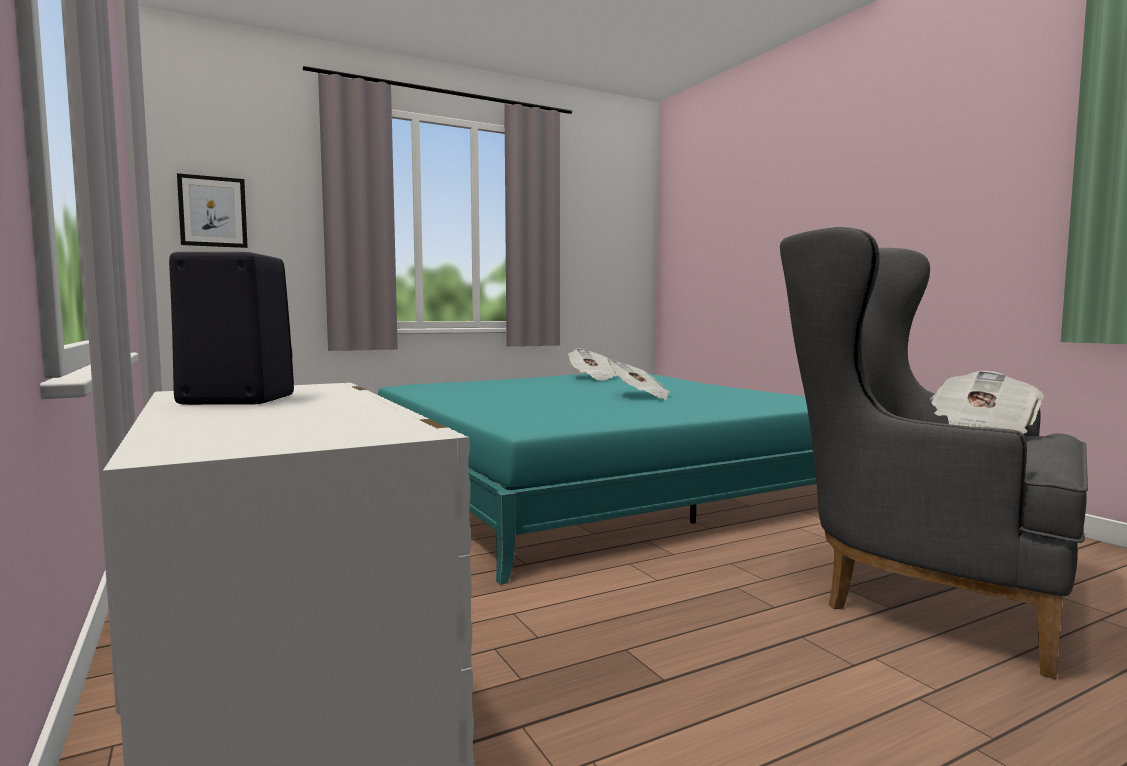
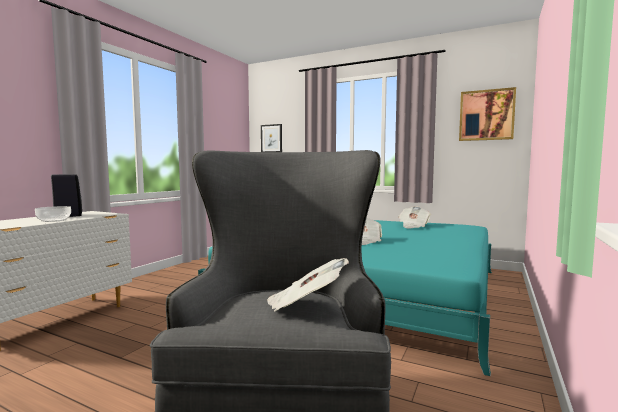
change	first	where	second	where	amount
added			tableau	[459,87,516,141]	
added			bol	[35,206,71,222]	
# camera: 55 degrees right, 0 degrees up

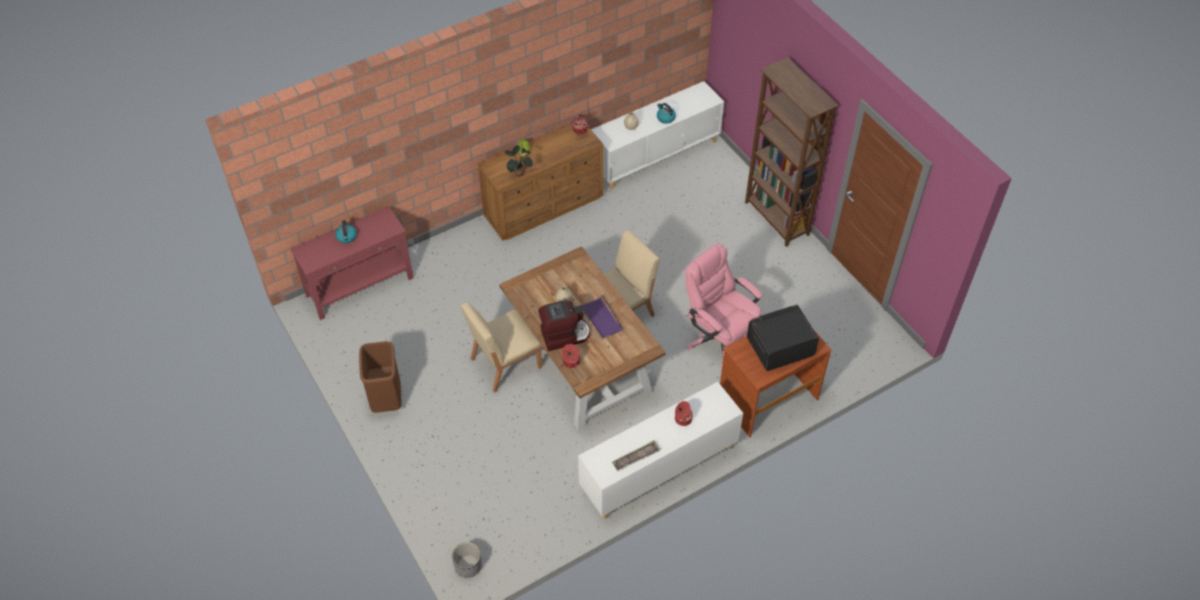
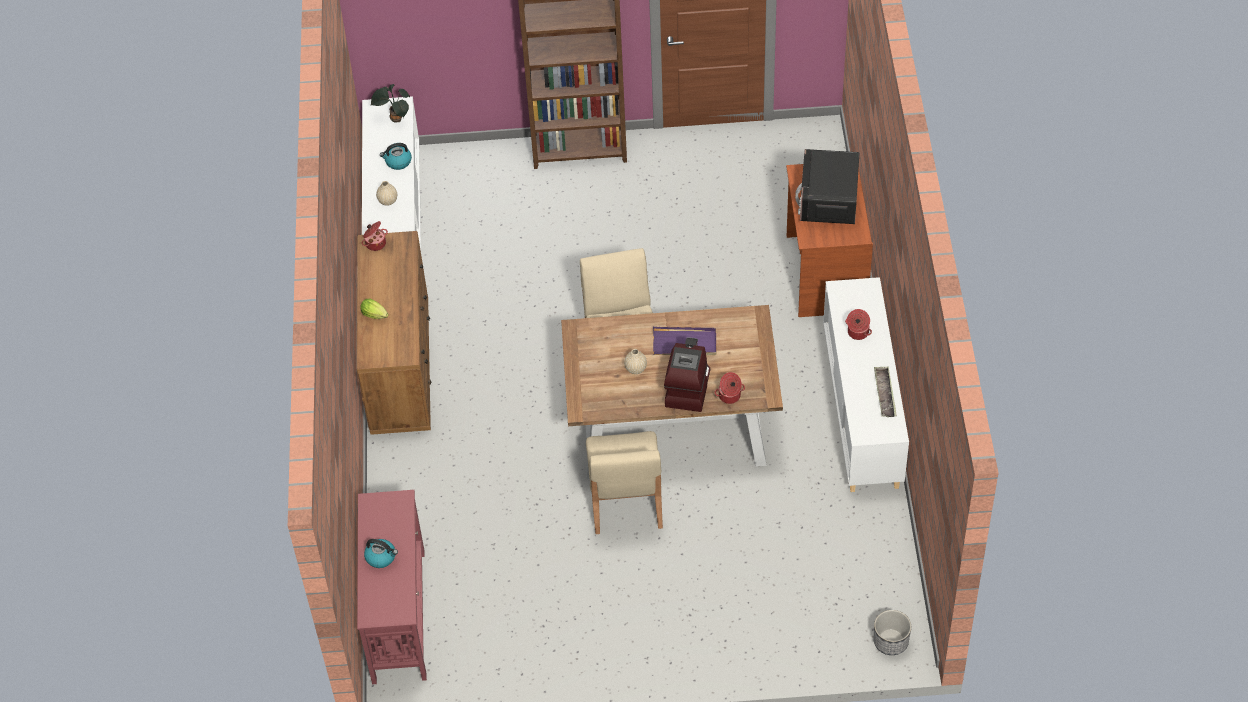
change	first	where	second	where	amount
moved	plante en pot	[505,145,533,177]		[371,84,410,123]	
removed	chaise de bureau (rose)	[685,243,763,367]			
removed	poubelle (marron)	[359,341,401,413]			
# camera: 60 degrees left, 0 degrees up

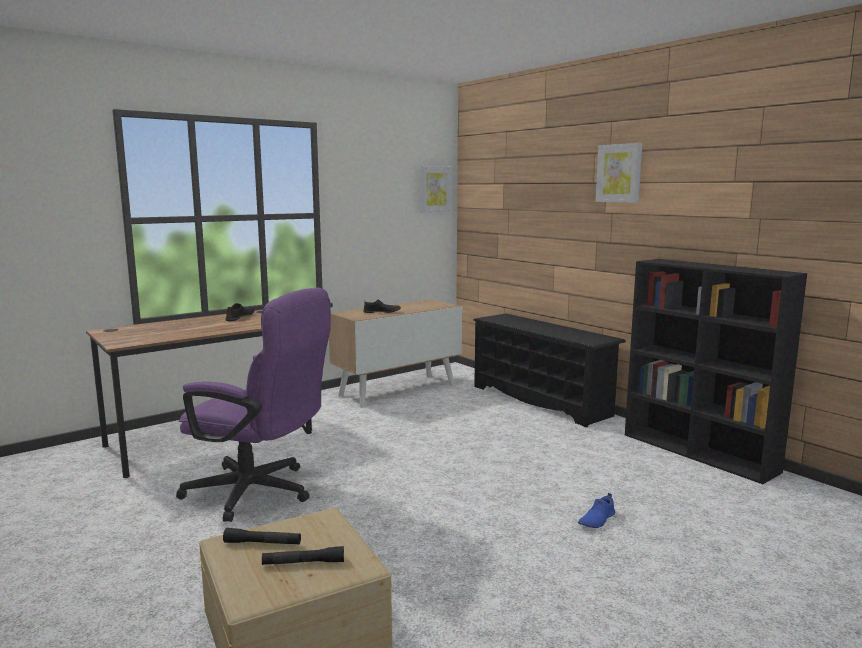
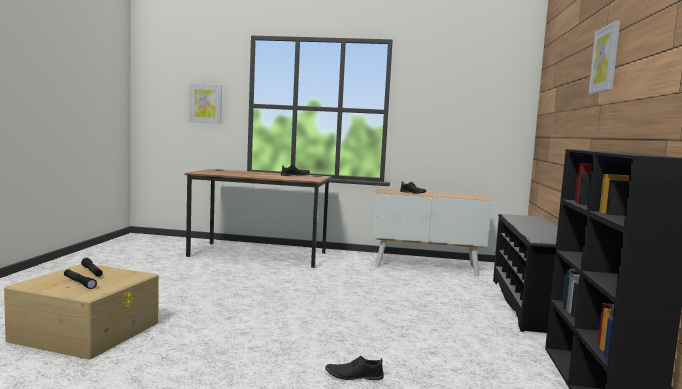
change	first	where	second	where	amount
moved	tableau	[419,166,452,212]		[189,84,222,124]	
removed	chaise de bureau (violet)	[176,288,331,522]			
recoloured	chaussure (bleu)	[578,493,615,528]	chaussure (noir)	[325,356,384,380]	
# camera: 45 degrees right, 5 degrees down

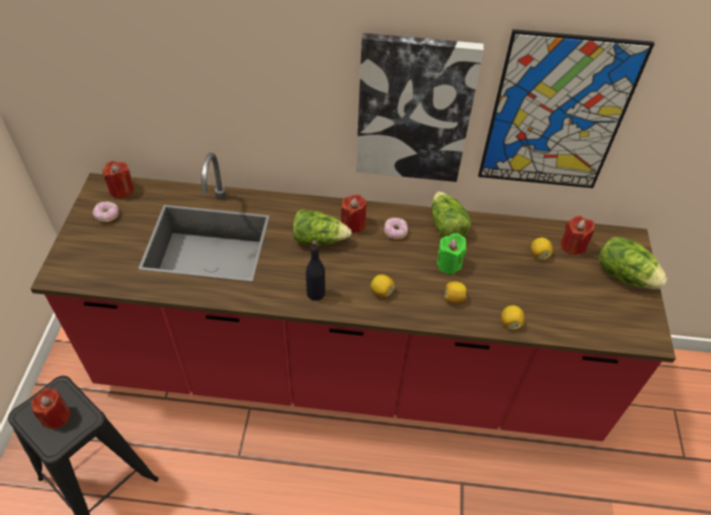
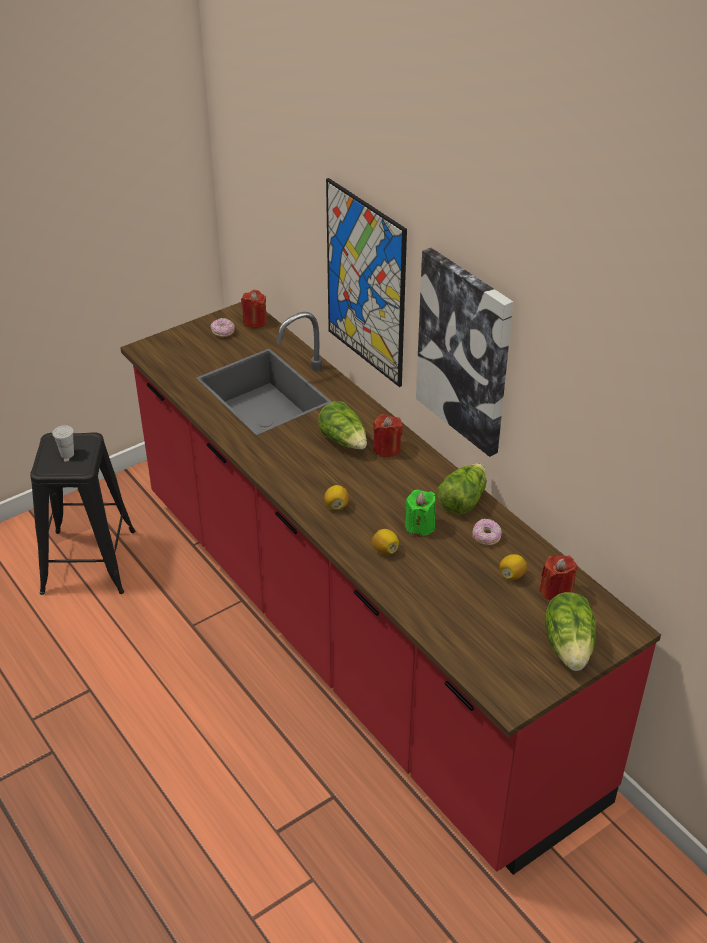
change	first	where	second	where	amount
moved	tableau	[478,29,654,188]		[326,178,407,387]	
moved	beignet	[384,218,408,239]		[472,519,502,545]	
removed	bouteille (noir)	[305,240,325,301]			
removed	citron	[501,305,525,330]			
replaced	bougie (rouge)	[31,388,70,429]	tasse (blanc)	[52,425,74,459]	
# camera: 50 degrees right, 10 degrees down

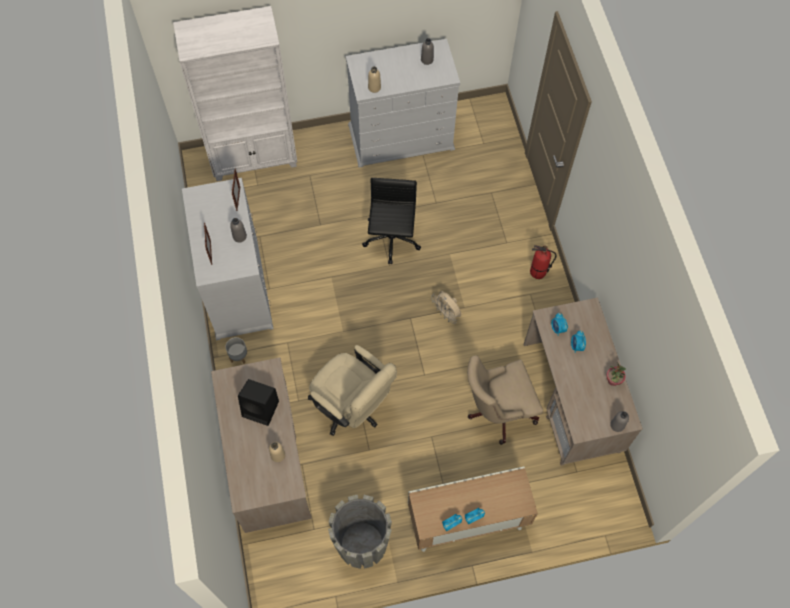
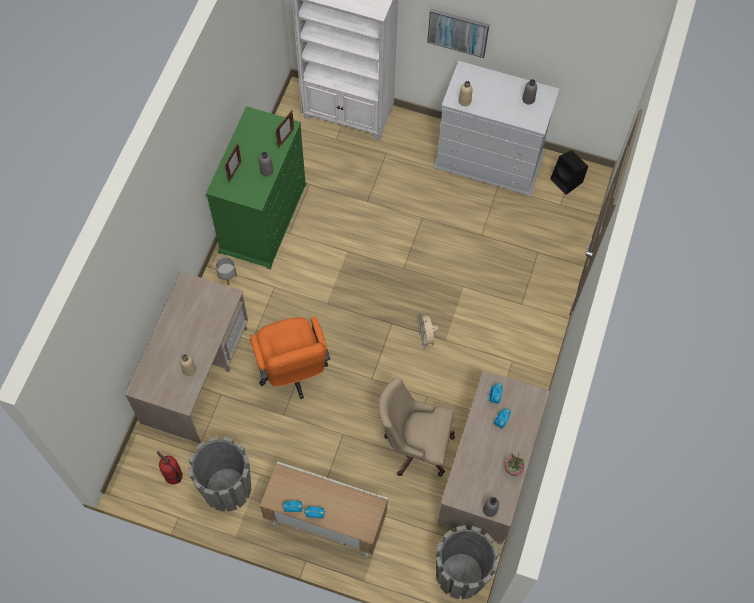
change	first	where	second	where	amount
recoloured	commode (blanc)	[182,178,274,340]	commode (vert)	[206,106,307,269]	
removed	chaise de bureau (noir)	[362,178,421,264]			
moved	extincteur	[530,245,557,279]		[157,451,183,485]	
recoloured	chaise de bureau (beige)	[308,345,397,436]	chaise de bureau (orange)	[250,316,330,399]	
moved	enceinte (noir)	[238,379,279,426]		[550,151,588,195]	
added			tableau	[427,9,489,58]	
added			cache-pot (gris)	[436,525,499,600]	
# camera: 30 degrees right, 0 degrees up

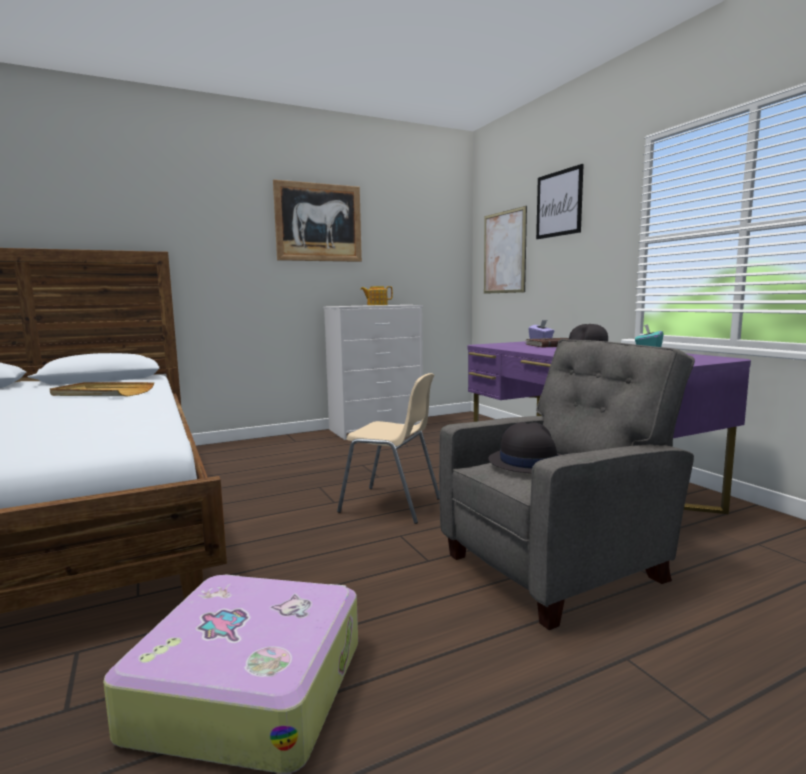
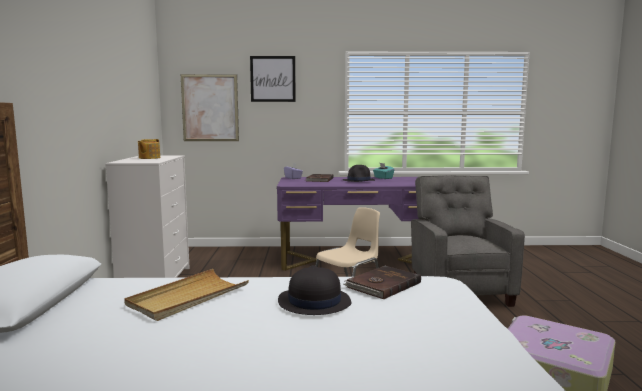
change	first	where	second	where	amount
removed	tableau	[273,180,362,262]			
moved	chapeau (noir)	[488,422,562,473]		[278,265,351,315]	
added			livre (marron)	[343,266,421,300]	
# camera: 65 degrees left, 0 degrees up

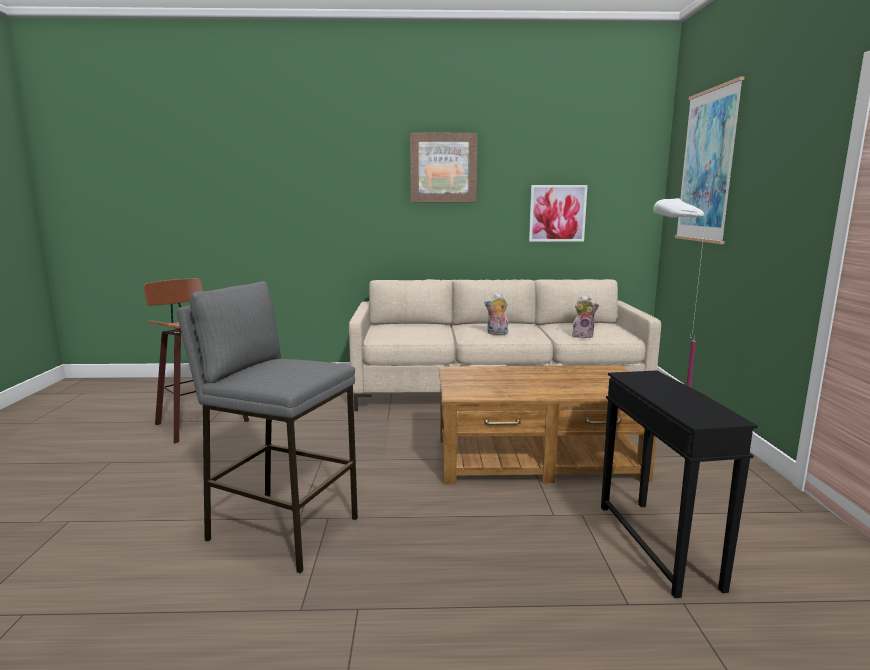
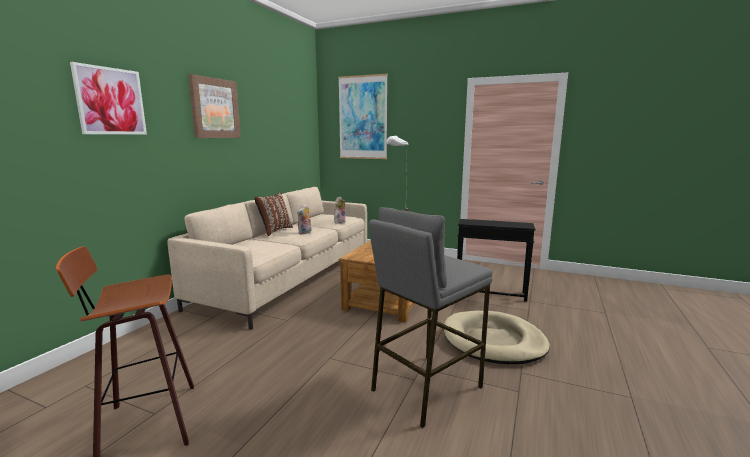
change	first	where	second	where	amount
moved	tableau	[529,185,588,242]		[70,62,147,134]	
added			coussin (marron)	[254,192,293,236]	
added			panier pour chien (beige)	[444,311,550,364]	
# camera: 65 degrees left, 0 degrees up

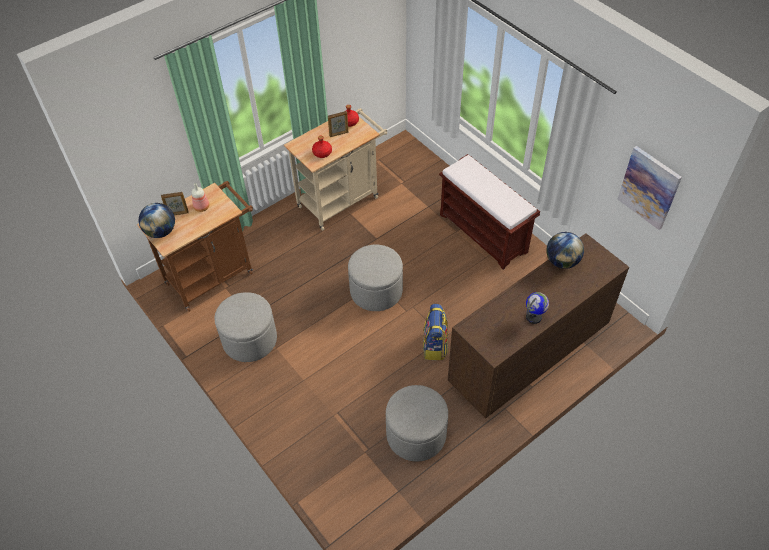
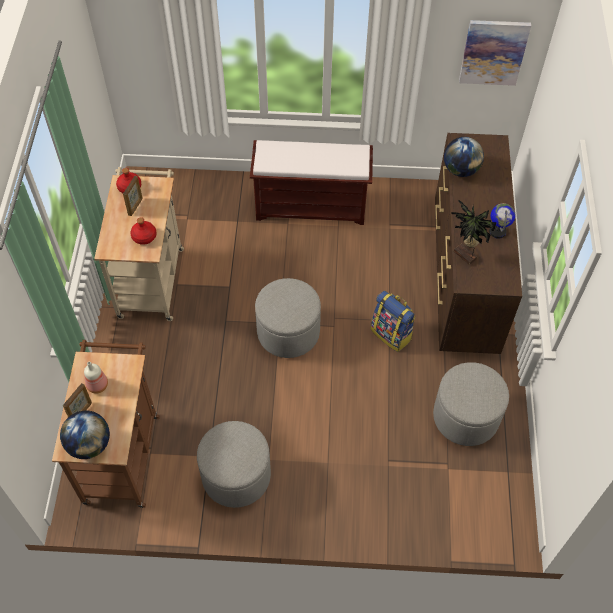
change	first	where	second	where	amount
added			plante en pot	[451,199,497,265]	
# camera: 50 degrees left, 5 degrees up

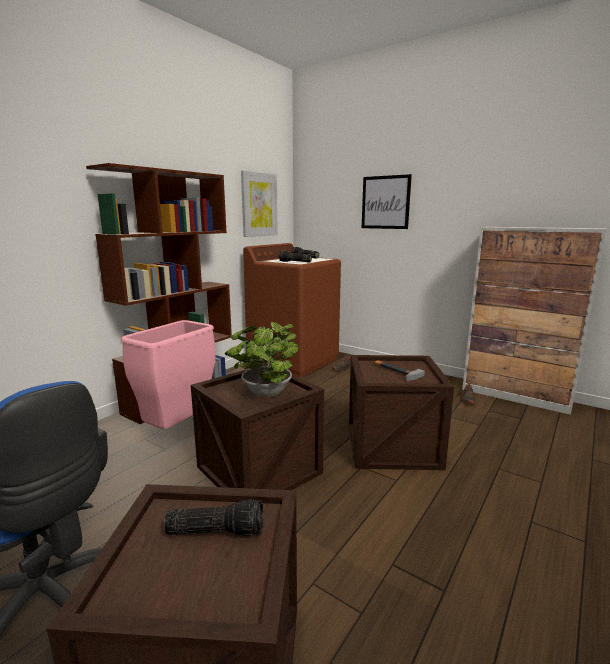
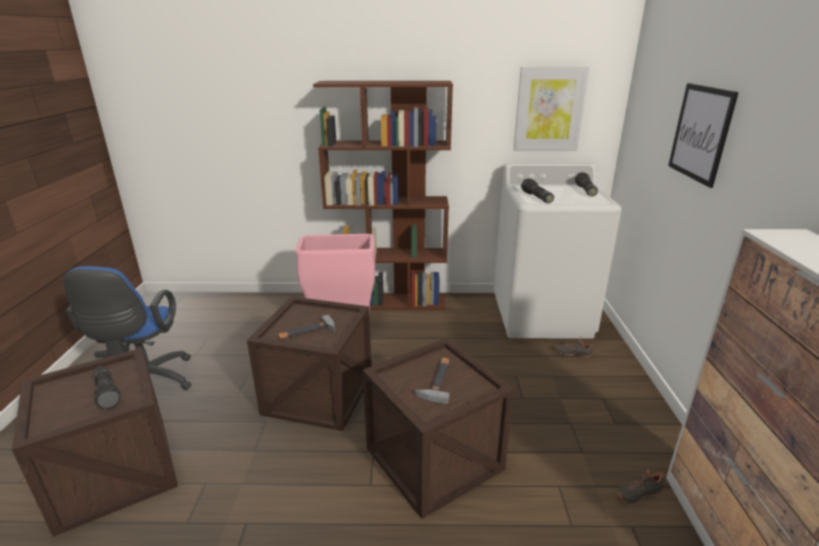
change	first	where	second	where	amount
recoloured	lave-linge (marron)	[243,243,341,377]	lave-linge (blanc)	[494,163,622,339]	
replaced	plante en pot	[225,322,298,397]	marteau	[278,315,335,339]	
# camera: 55 degrees right, 10 degrees up

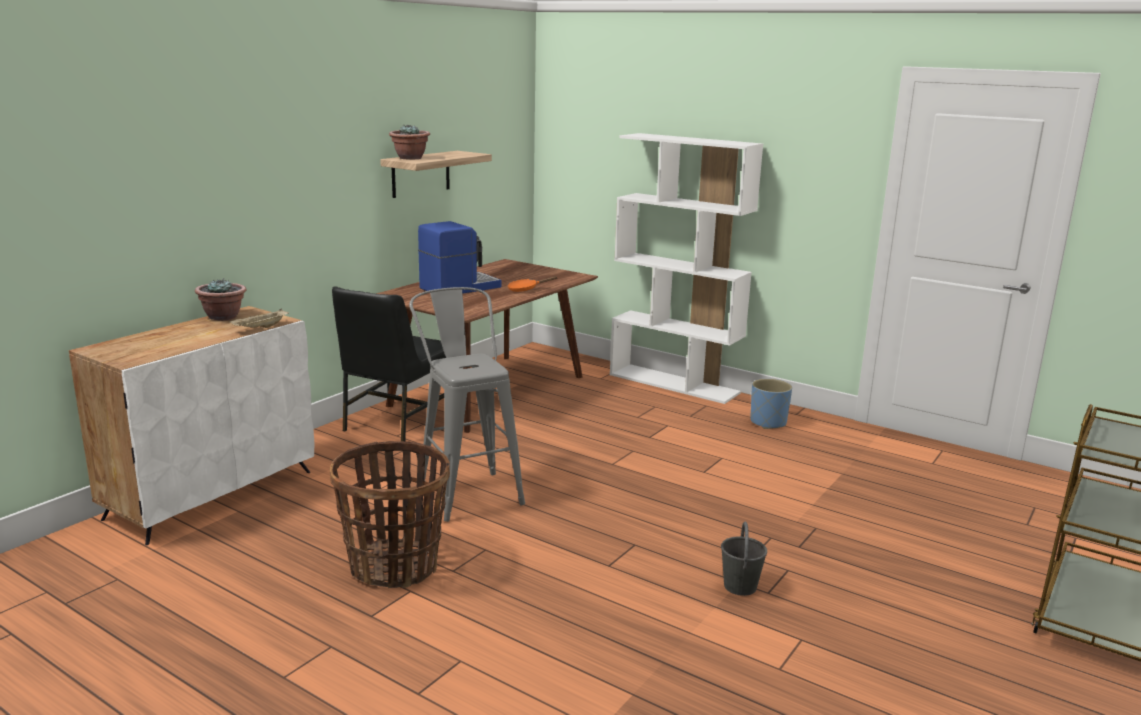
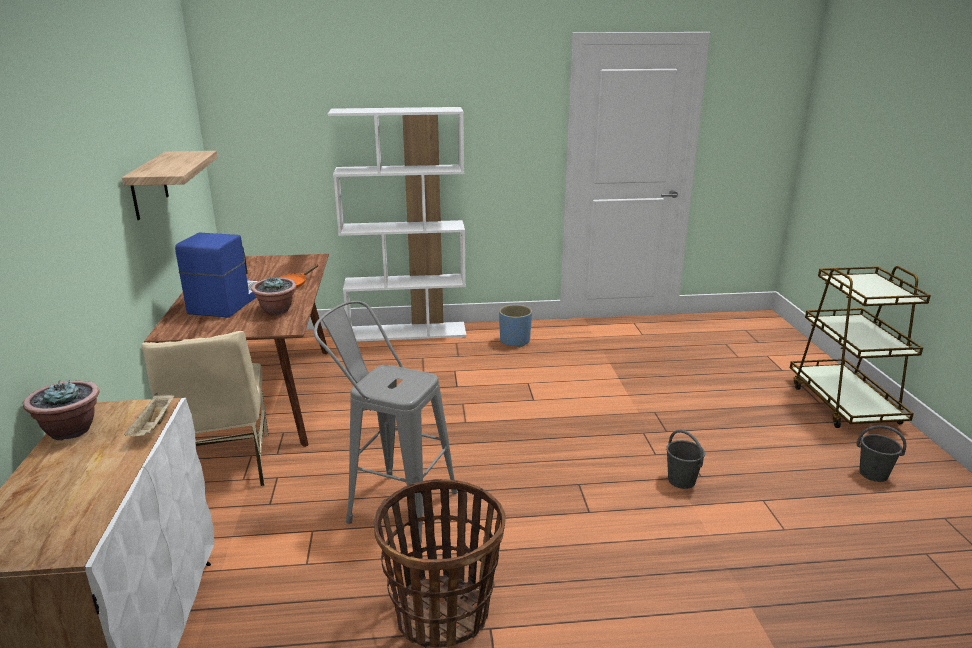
change	first	where	second	where	amount
moved	plante en pot	[389,124,430,160]		[251,277,297,315]	
recoloured	chaise (noir)	[332,286,446,441]	chaise (beige)	[141,331,269,487]	
added			seau (gris)	[857,425,906,482]	
# camera: 40 degrees left, 5 degrees up

